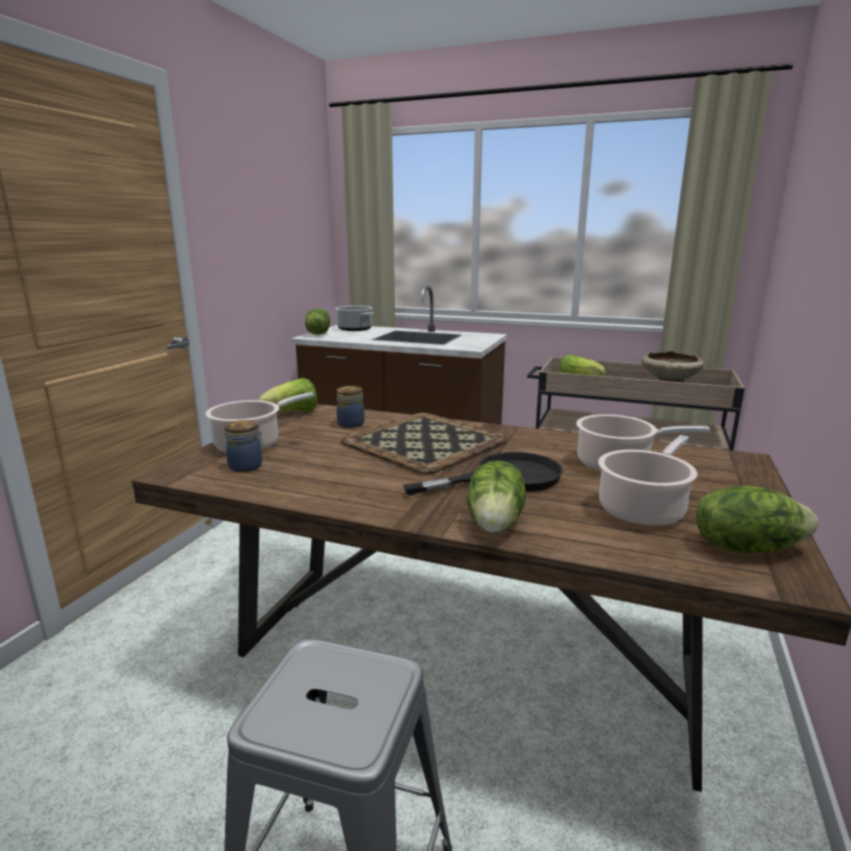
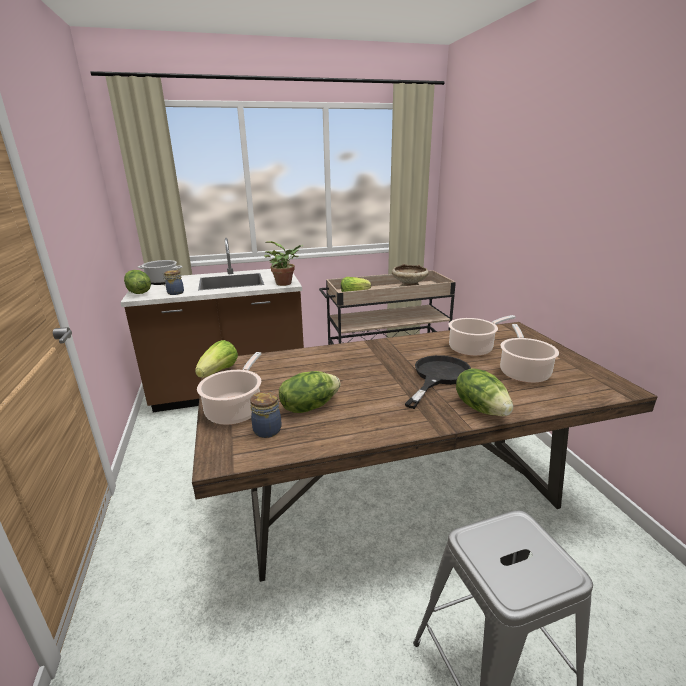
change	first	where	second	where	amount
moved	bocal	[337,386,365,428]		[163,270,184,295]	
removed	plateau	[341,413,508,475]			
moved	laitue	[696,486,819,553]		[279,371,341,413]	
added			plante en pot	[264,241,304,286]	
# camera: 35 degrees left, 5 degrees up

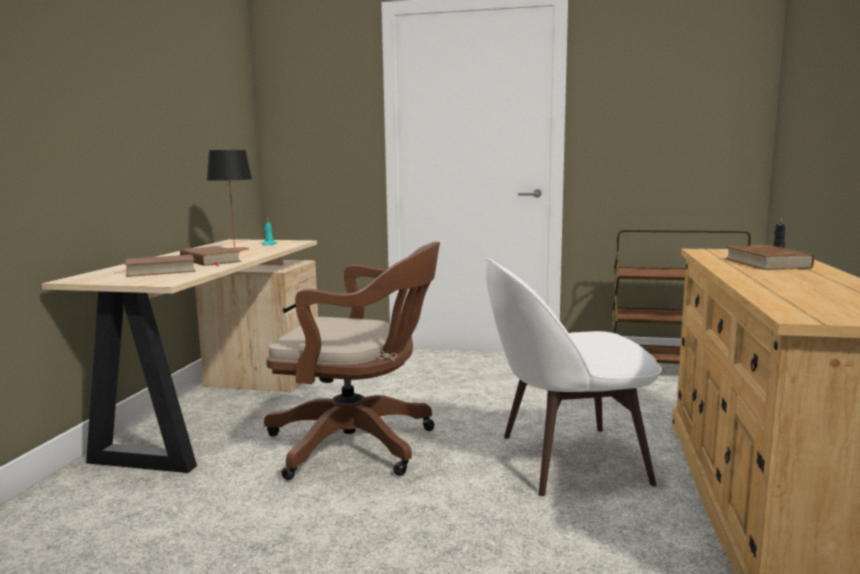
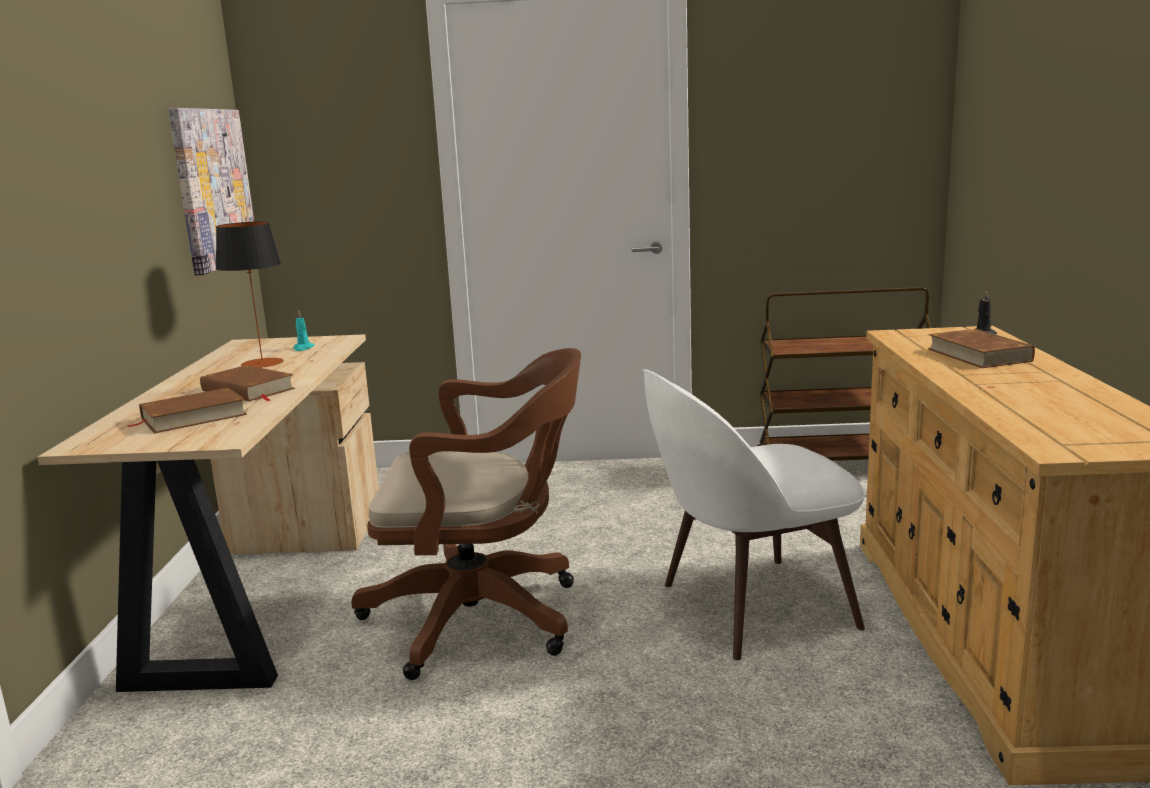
change	first	where	second	where	amount
added			tableau	[168,108,254,275]	
# camera: 10 degrees left, 5 degrees up

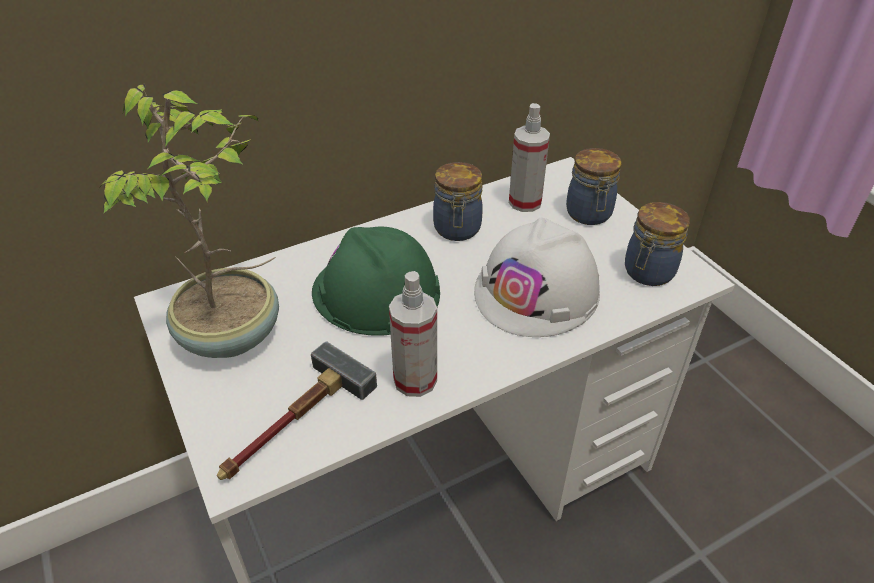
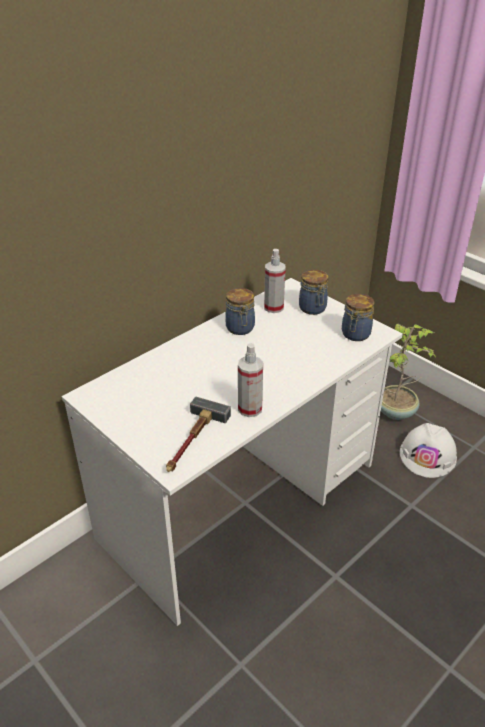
change	first	where	second	where	amount
moved	plante en pot	[99,84,279,358]		[381,323,436,420]	
moved	casque de chantier (blanc)	[474,218,600,337]		[400,423,457,478]	
removed	casque de chantier (vert)	[312,227,440,336]			
# camera: 15 degrees left, 5 degrees down

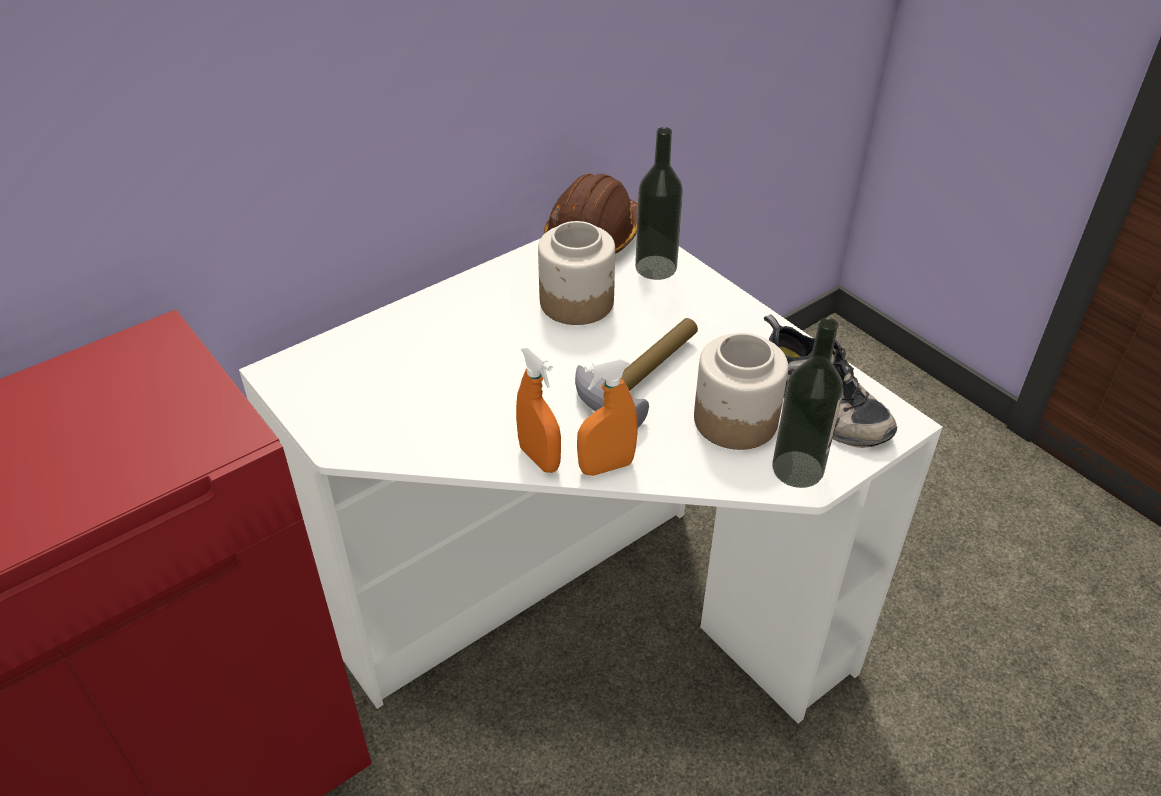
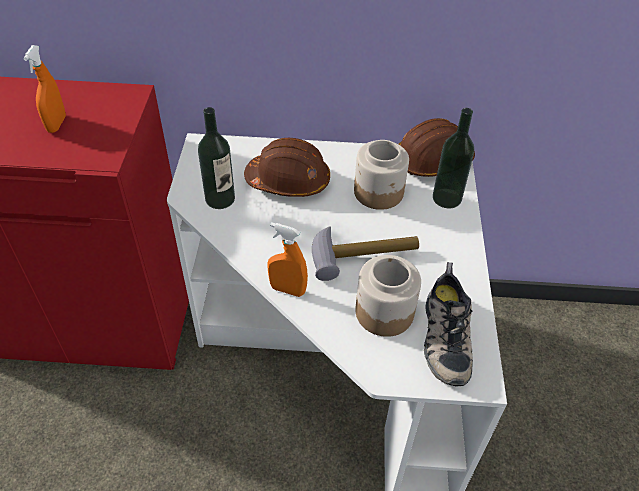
change	first	where	second	where	amount
moved	bouteille	[772,318,843,488]		[198,107,235,209]	
moved	vaporisateur (orange)	[516,346,561,473]		[23,45,66,133]	
added			casque de chantier (marron)	[244,138,330,197]	
# camera: 40 degrees right, 5 degrees up

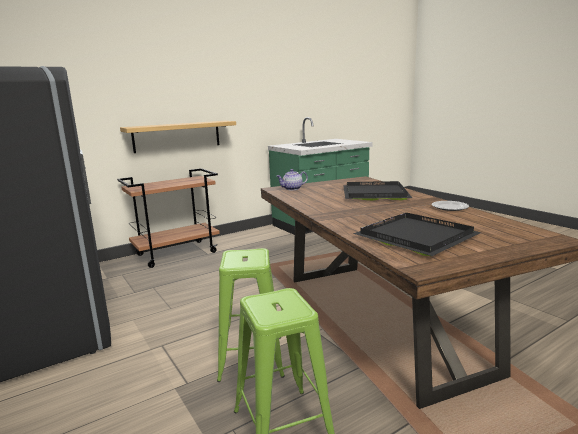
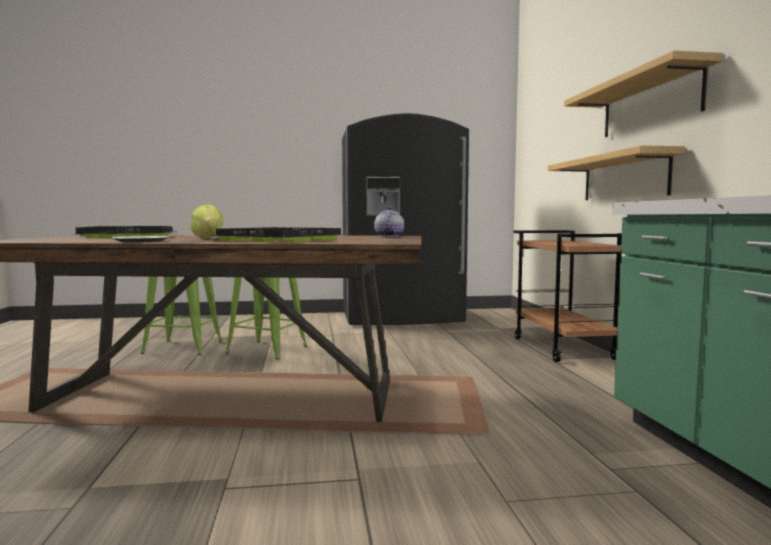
change	first	where	second	where	amount
added			étagère	[564,50,723,137]	
added			laitue	[191,204,223,238]	
# camera: 115 degrees right, 10 degrees down

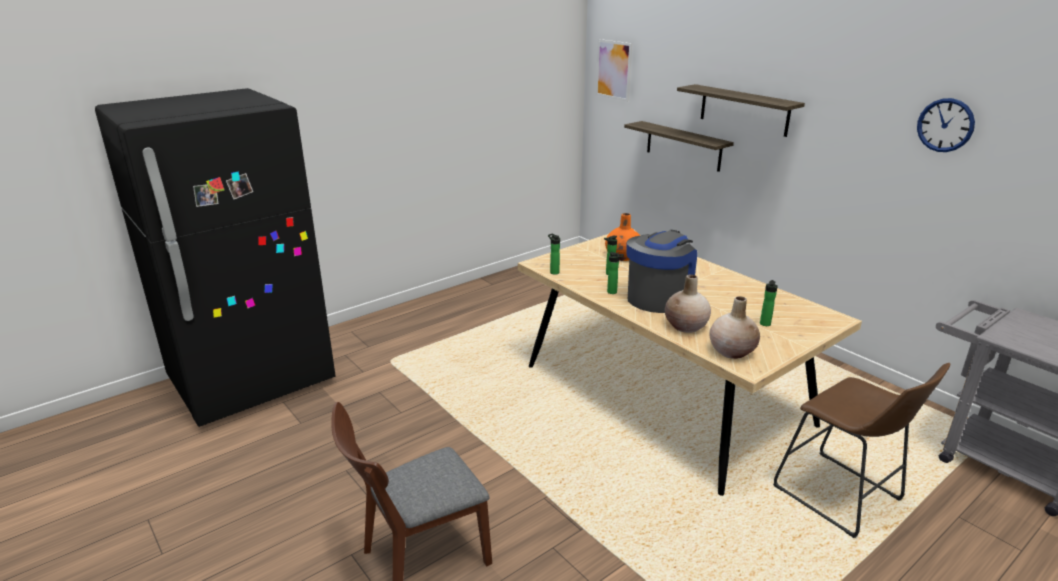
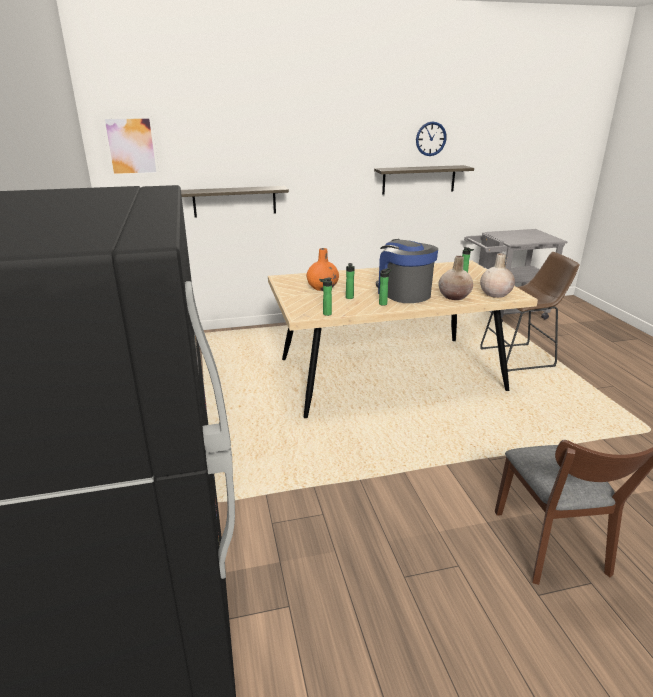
change	first	where	second	where	amount
moved	étagère	[677,84,805,137]		[374,165,474,195]	
# camera: 65 degrees left, 0 degrees up

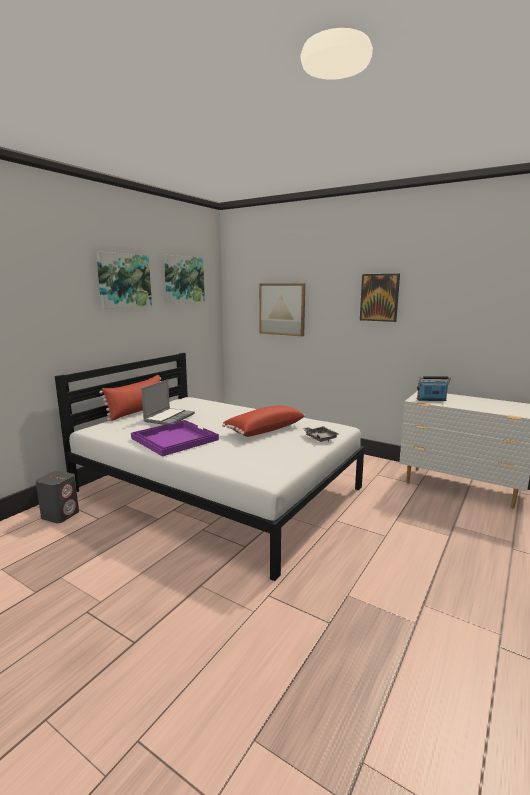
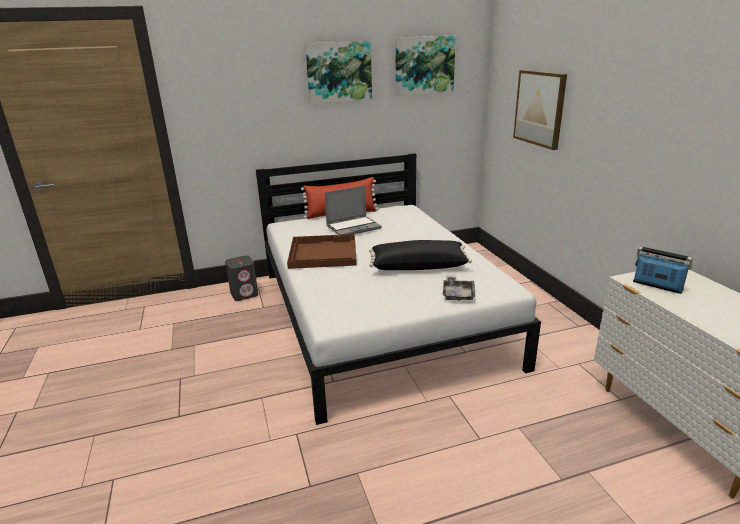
change	first	where	second	where	amount
removed	tableau	[360,274,400,322]			
recoloured	coussin (rouge)	[222,406,305,437]	coussin (noir)	[369,240,472,270]	
recoloured	plateau (violet)	[131,420,219,457]	plateau (marron)	[287,234,357,269]	
# camera: 40 degrees right, 10 degrees up

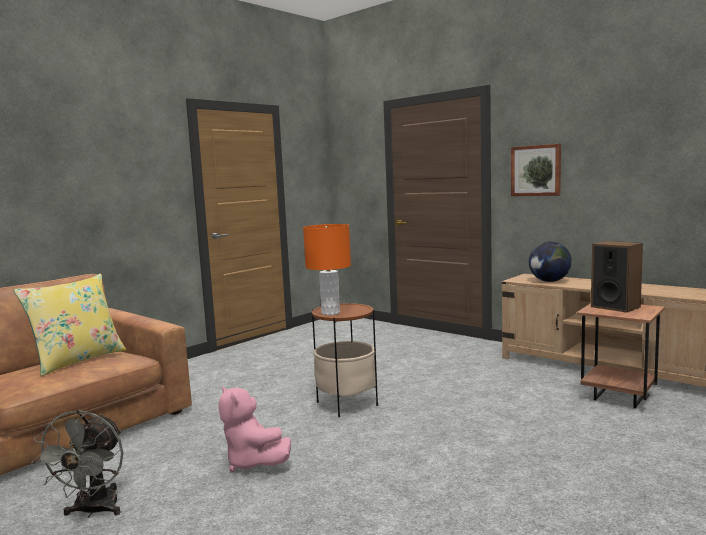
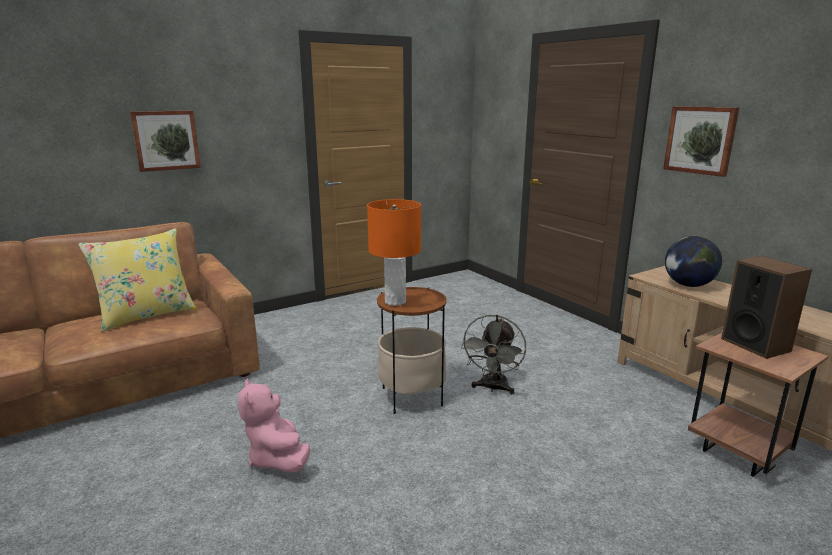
change	first	where	second	where	amount
moved	ventilateur (gris)	[31,410,123,518]		[461,314,526,394]	
added			tableau	[130,110,201,172]	
# camera: 15 degrees right, 10 degrees up

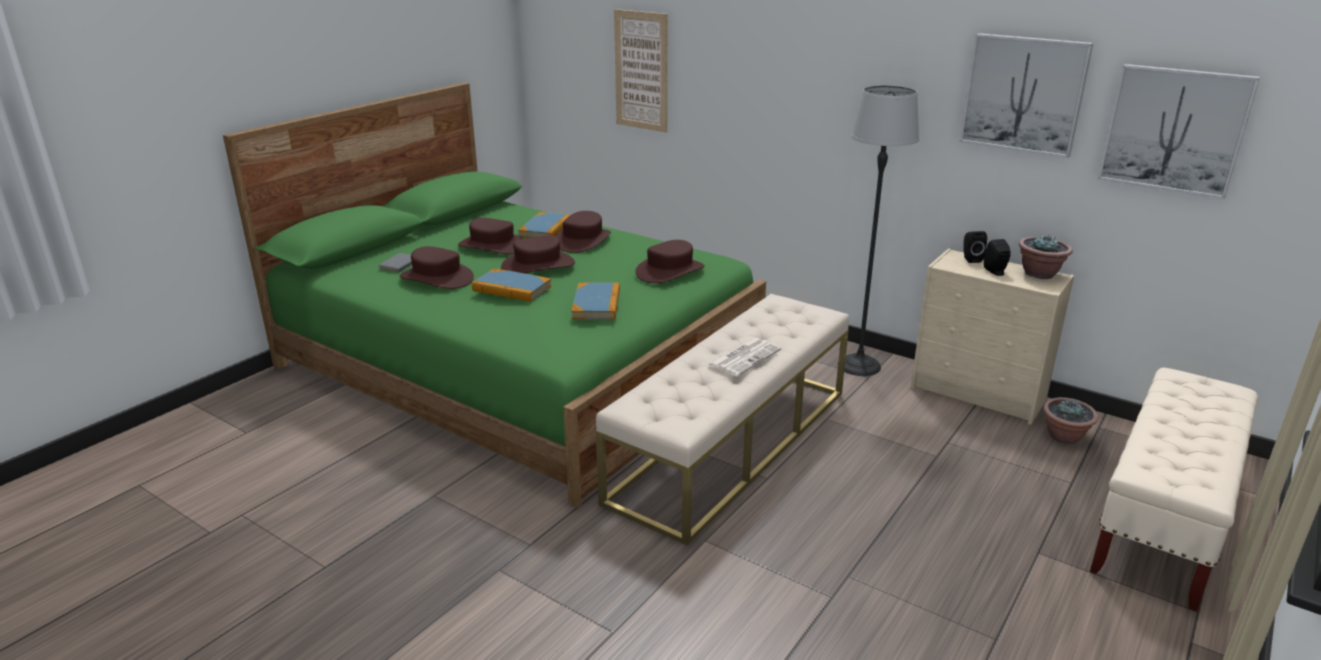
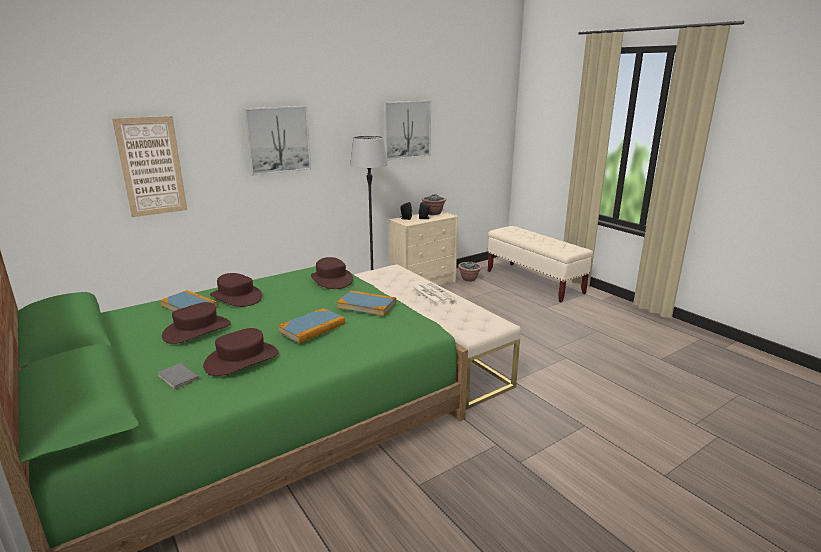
change	first	where	second	where	amount
moved	tableau	[1098,64,1260,199]		[243,106,311,176]	
removed	chapeau (marron)	[501,235,575,273]			
# camera: 70 degrees left, 5 degrees down

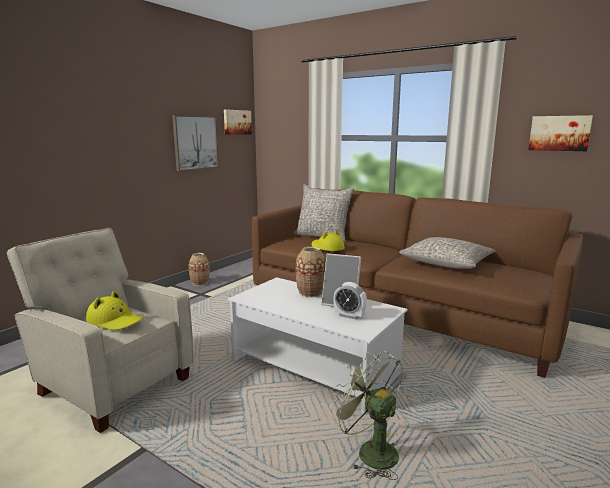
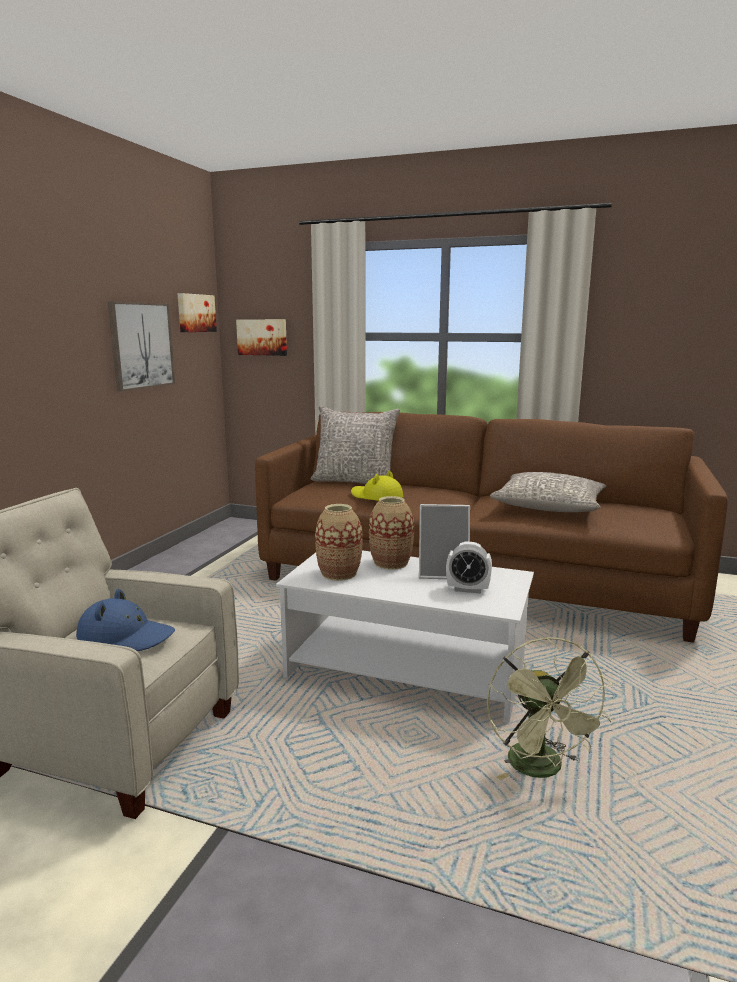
change	first	where	second	where	amount
moved	tableau	[528,115,593,151]		[236,319,287,356]	
moved	vase	[189,253,210,286]		[315,504,363,581]	
recoloured	chapeau (jaune)	[86,291,143,330]	chapeau (bleu)	[76,589,175,651]	
turned	ventilateur (vert)	[329,350,403,480]		[487,637,613,780]	135 degrees counterclockwise
# camera: 15 degrees left, 0 degrees up

